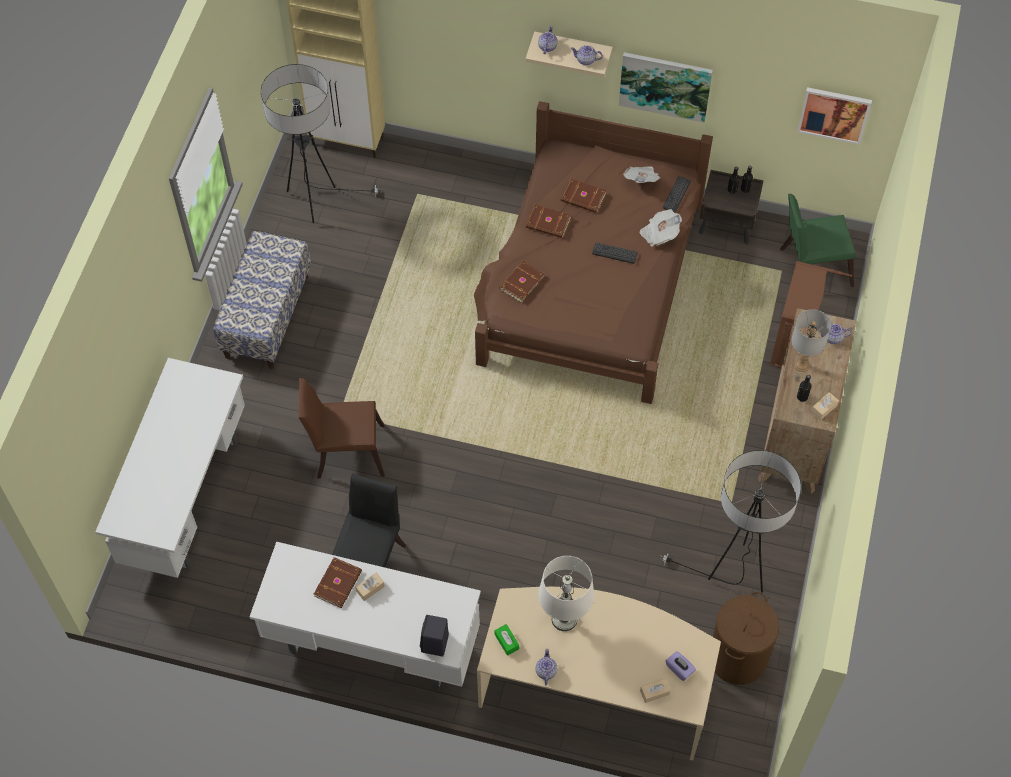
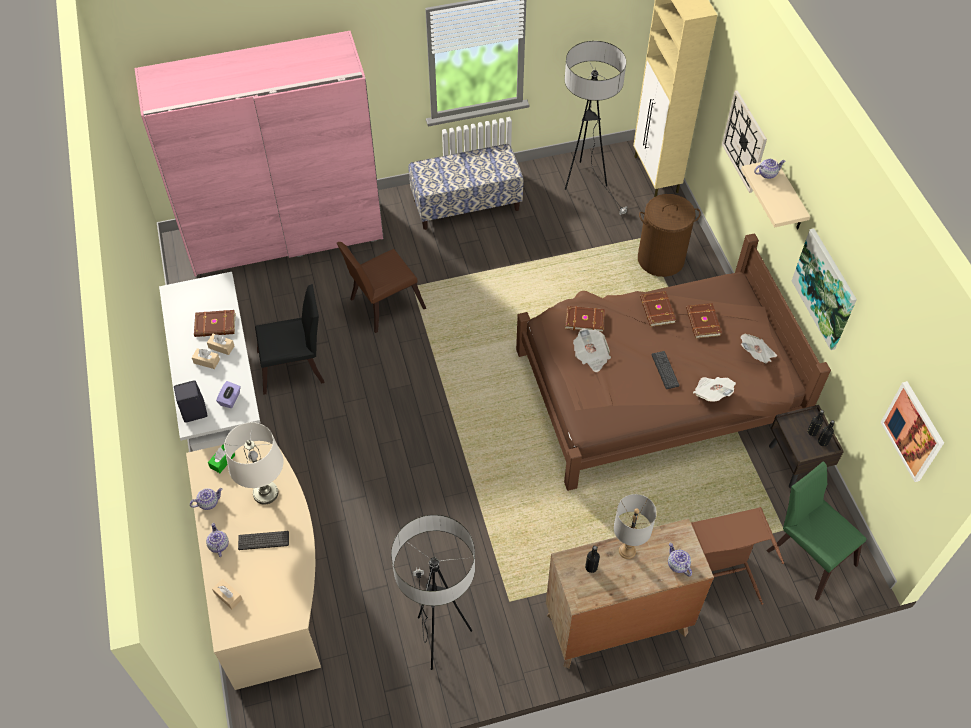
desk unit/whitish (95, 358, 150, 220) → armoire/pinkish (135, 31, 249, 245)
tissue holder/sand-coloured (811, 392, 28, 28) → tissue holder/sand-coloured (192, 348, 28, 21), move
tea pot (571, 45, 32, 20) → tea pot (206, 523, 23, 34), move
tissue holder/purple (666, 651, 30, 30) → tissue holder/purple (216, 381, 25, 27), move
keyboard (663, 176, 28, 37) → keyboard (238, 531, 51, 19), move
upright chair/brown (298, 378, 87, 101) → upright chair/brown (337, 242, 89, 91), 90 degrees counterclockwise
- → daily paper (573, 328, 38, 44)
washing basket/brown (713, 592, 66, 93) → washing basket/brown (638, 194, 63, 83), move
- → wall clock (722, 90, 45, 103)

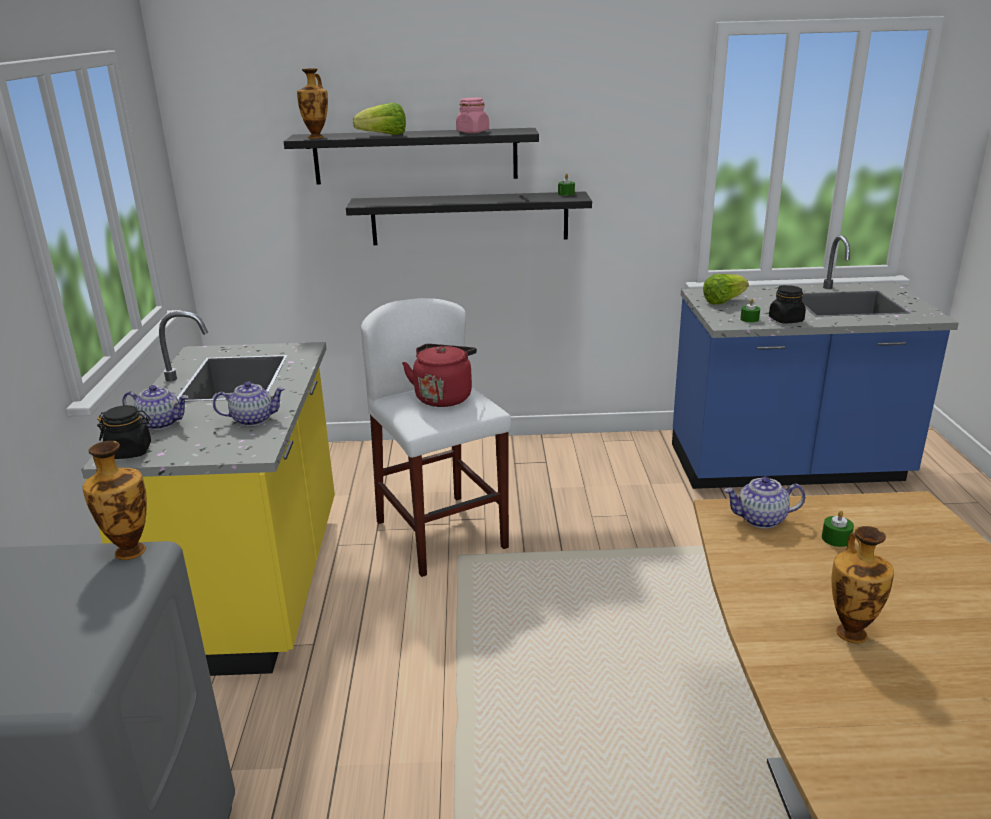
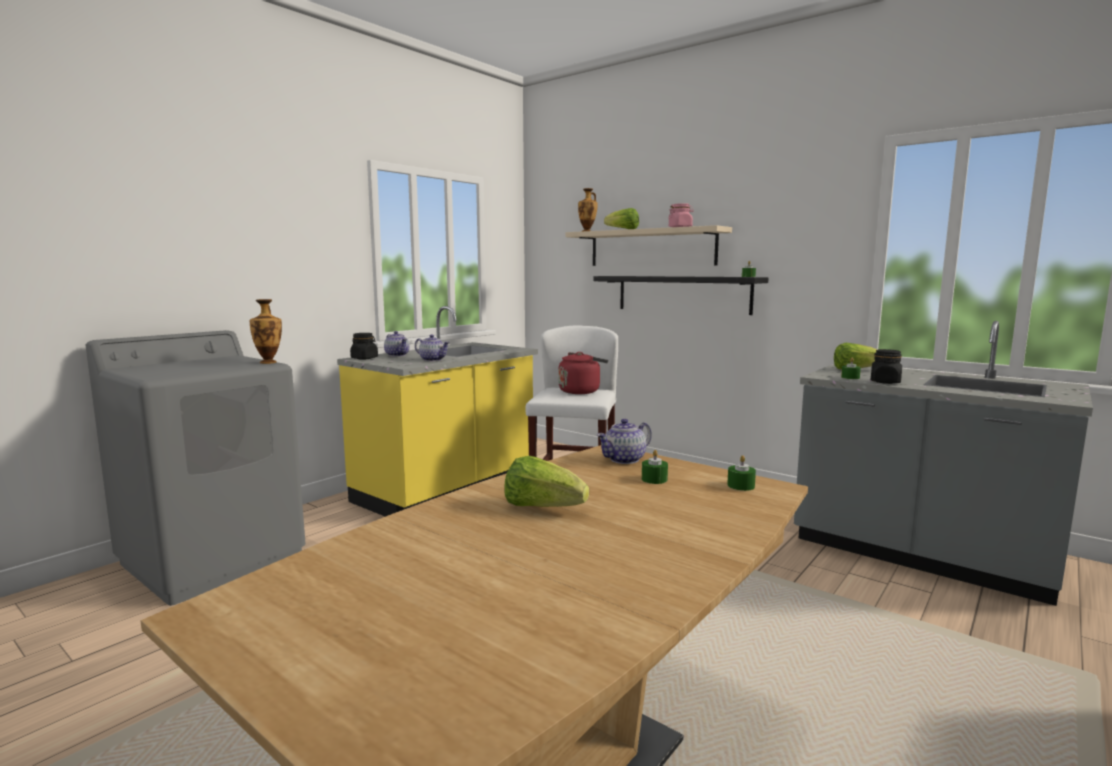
vase (831, 526, 63, 118) → head of lettuce (504, 456, 85, 51)
shelf/black-coloured (284, 128, 255, 57) → shelf/sand-coloured (565, 225, 167, 41)
tea pot (724, 477, 81, 52) → tea pot (596, 419, 56, 45), 75 degrees counterclockwise
- → wax candle/greenish (727, 455, 29, 36)
counter/bluish (672, 235, 287, 254) → counter/greyish (794, 321, 299, 285)

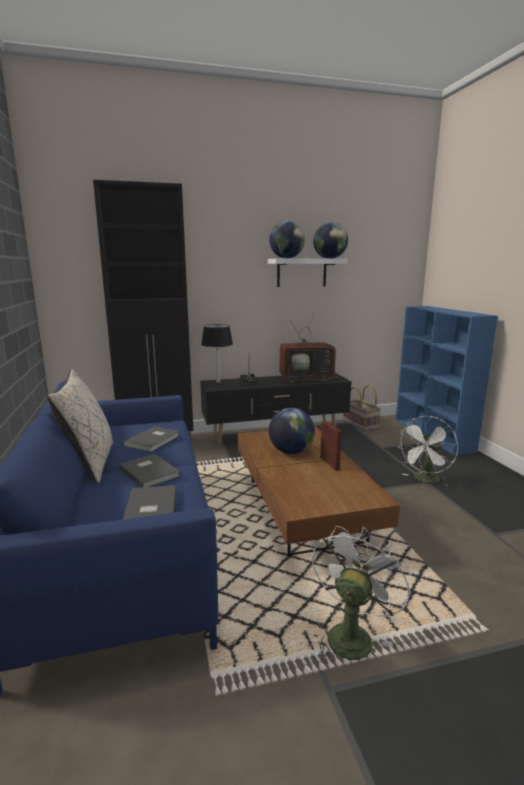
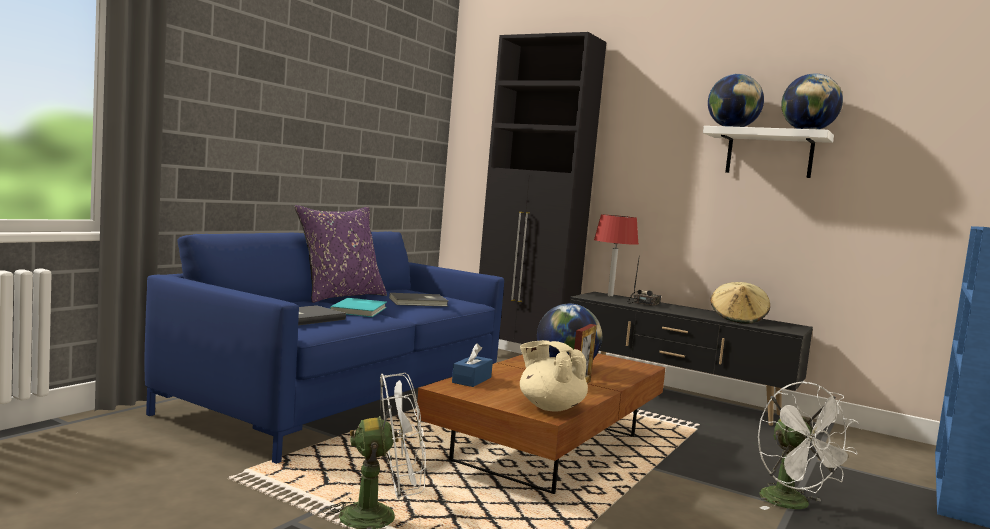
pillow/sand-coloured (47, 369, 66, 115) → pillow/purple (295, 205, 92, 98)
volume/greyish (119, 454, 61, 34) → volume/turquoise (329, 298, 58, 19)
- → tissue holder/bluish (452, 343, 41, 44)
- → tea pot/sand-coloured (520, 340, 68, 72)
lamp for a table/black-coloured (201, 324, 32, 59) → lamp for a table/red (594, 214, 45, 83)
television (279, 312, 60, 71) → wearable hat/sand-coloured (710, 282, 60, 42)
fan/whitish (397, 416, 61, 70) → fan/whitish (758, 381, 100, 129), 105 degrees counterclockwise
basket (343, 384, 38, 47) → -

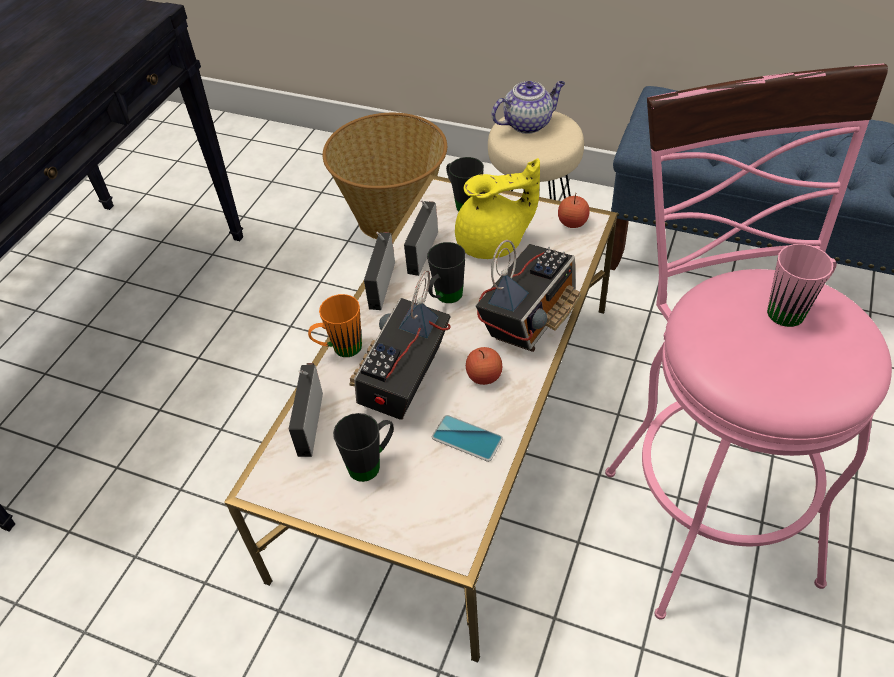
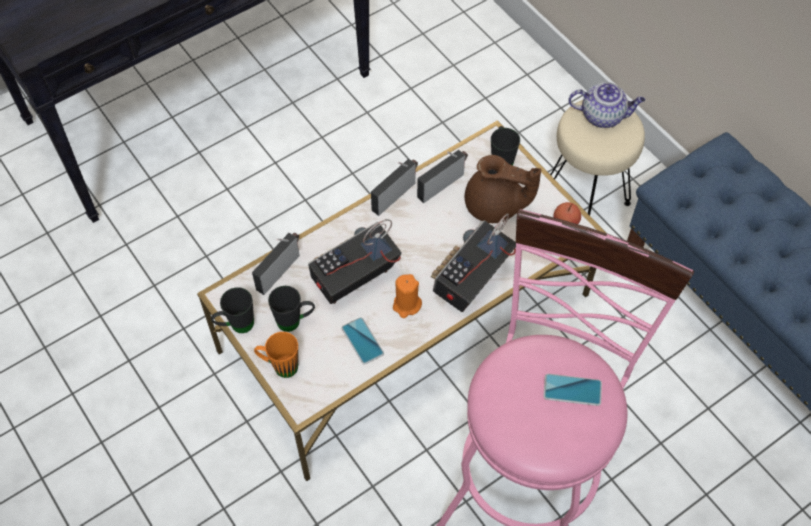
coffee mug/black-coloured (427, 242, 39, 61) → coffee mug/black-coloured (211, 287, 43, 46), move
coffee mug/orange-coloured (308, 294, 54, 63) → coffee mug/orange-coloured (254, 332, 44, 46), move
apple (466, 347, 36, 38) → wax candle/orange-coloured (393, 274, 29, 44)
radio set (476, 240, 105, 112) → radio set (431, 214, 85, 98), 150 degrees clockwise
tea pot/yellowish (455, 158, 85, 101) → tea pot/brown (465, 155, 76, 68)
coffee mug/pinkish (767, 244, 70, 83) → phone (543, 374, 59, 32)
basket (323, 113, 124, 126) → -

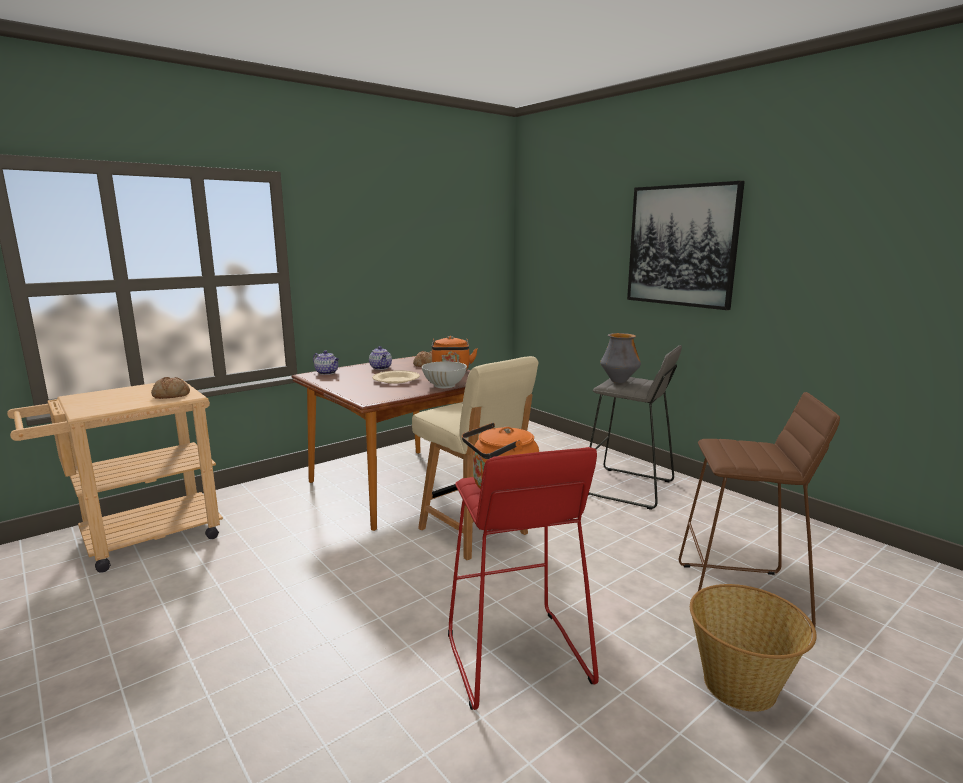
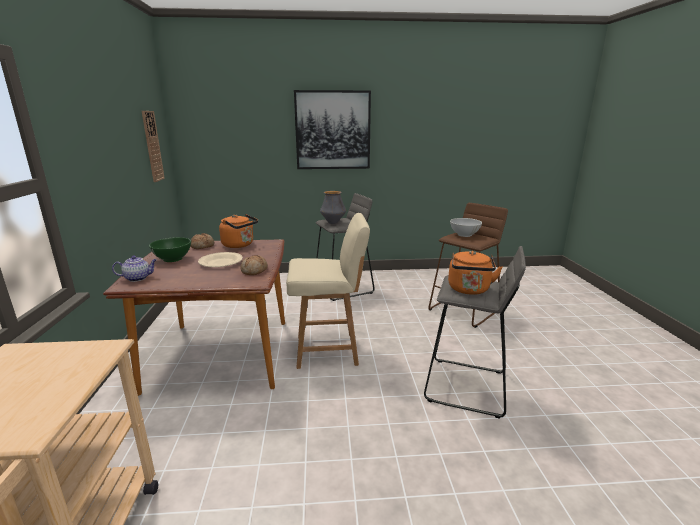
- → wall clock (142, 111, 23, 71)
tea pot (369, 346, 23, 24) → serving bowl/greenish (149, 237, 42, 25)
bread (151, 377, 39, 22) → bread (241, 255, 27, 20), move
sitting stool/red (448, 447, 151, 263) → sitting stool/greyish (424, 246, 102, 173)
serving bowl/whitish (422, 361, 45, 27) → serving bowl/whitish (450, 218, 32, 19), move
basket (690, 584, 127, 128) → -

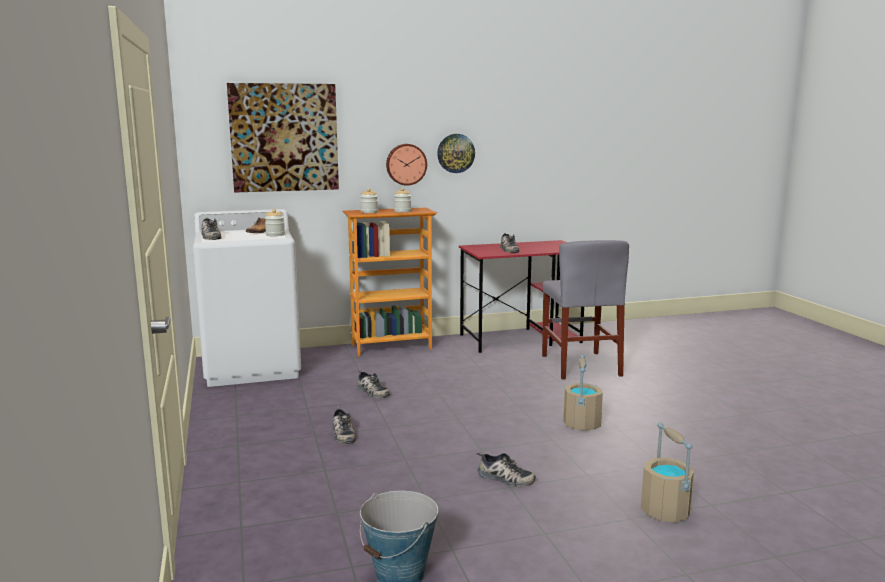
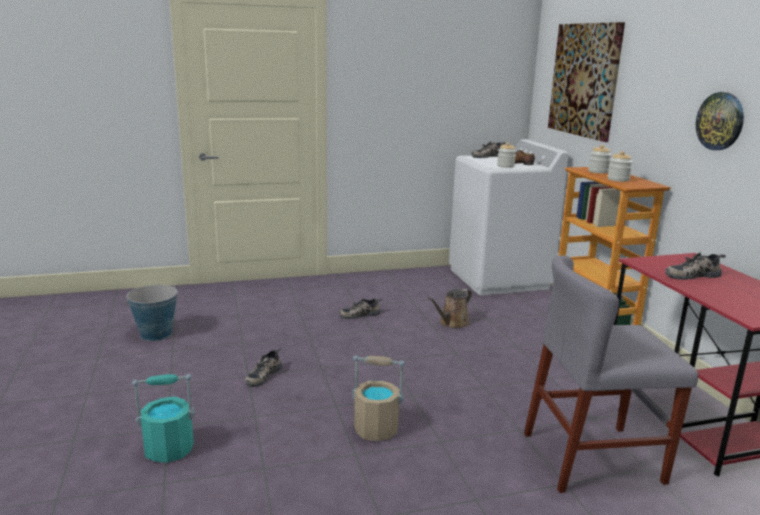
water bucket/sand-coloured (641, 422, 53, 100) → water bucket/turquoise (132, 374, 63, 89)
low shoe (357, 370, 33, 28) → watering can/brown (428, 289, 44, 39)
wall clock (386, 144, 41, 42) → -

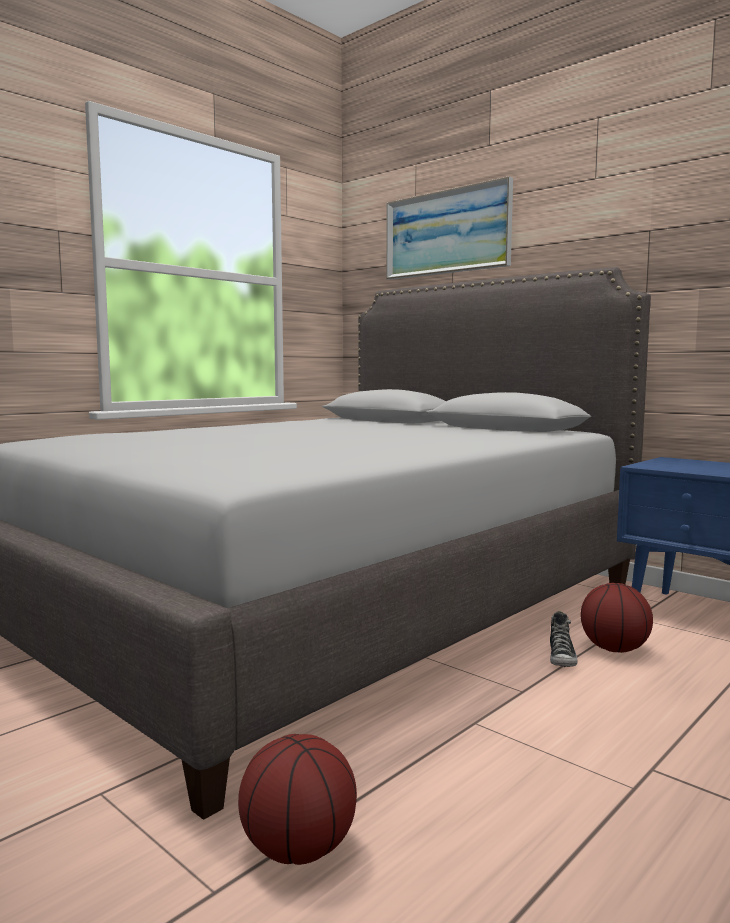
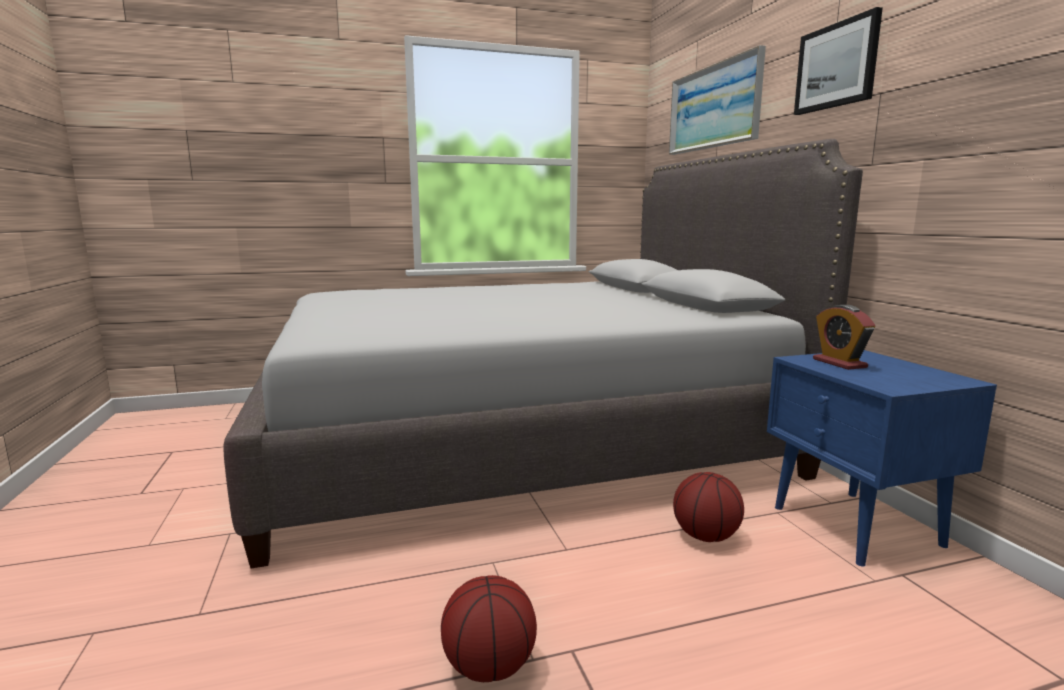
basketball ball (238, 734, 119, 131) → basketball ball (441, 575, 96, 107), move
- → wall art (794, 7, 89, 108)
- → alarm clock (813, 305, 62, 65)
low shoe (550, 611, 28, 56) → -

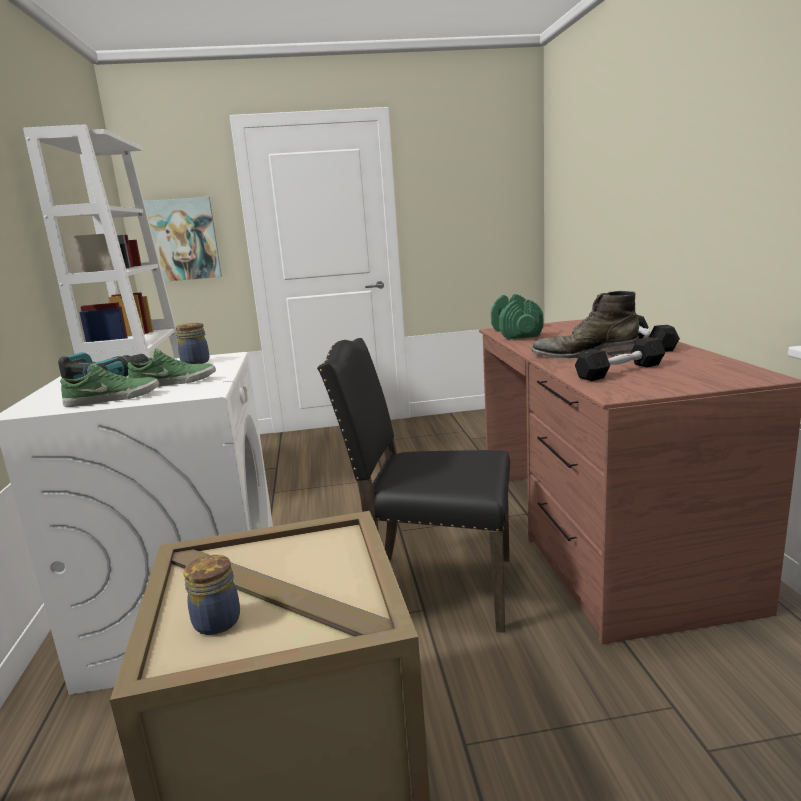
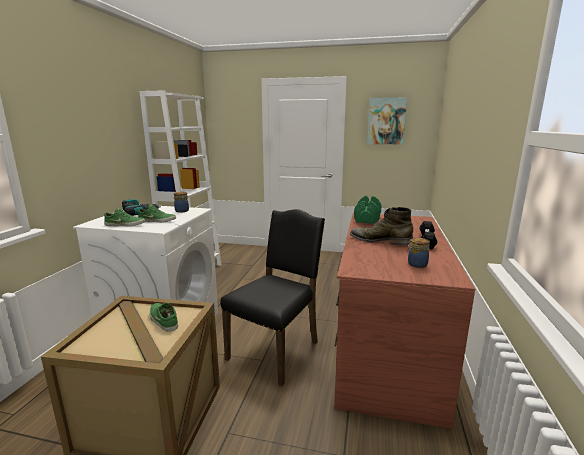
- → low shoe/greenish (149, 303, 29, 29)
upright chair/black-coloured (317, 338, 193, 295) → upright chair/black-coloured (220, 209, 105, 177), 90 degrees clockwise
wall art (144, 197, 78, 85) → wall art (367, 97, 40, 47), move
preserve jar (184, 555, 56, 80) → preserve jar (407, 238, 23, 30), move
hand weight/black-coloured (575, 337, 90, 44) → -

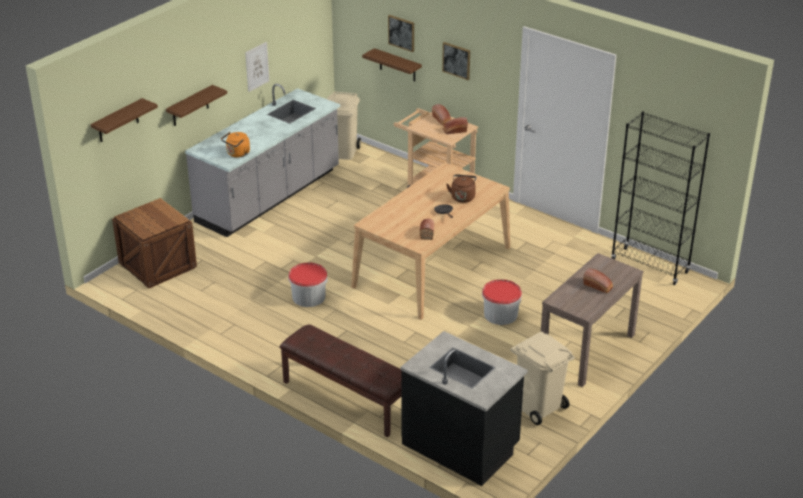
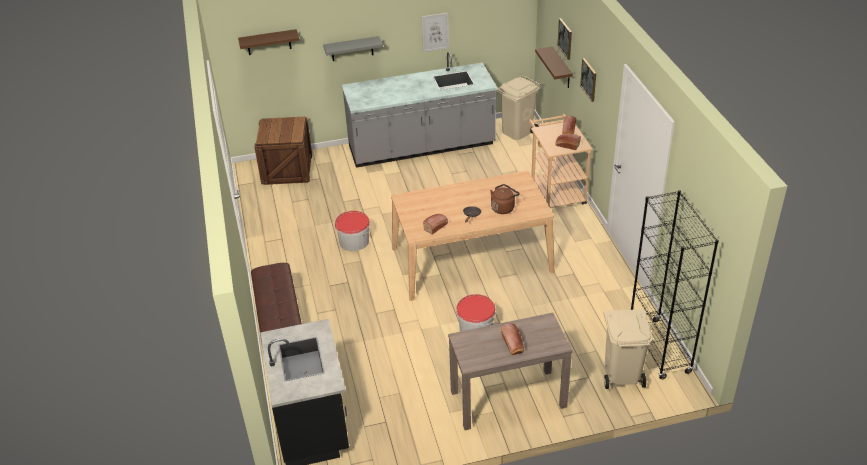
shelf/brown (166, 85, 61, 41) → shelf/greyish (323, 36, 60, 25)
trash can/sand-coloured (510, 331, 65, 94) → trash can/sand-coloured (604, 309, 49, 80), move
tea kettle/orange-coloured (221, 132, 29, 25) → -

